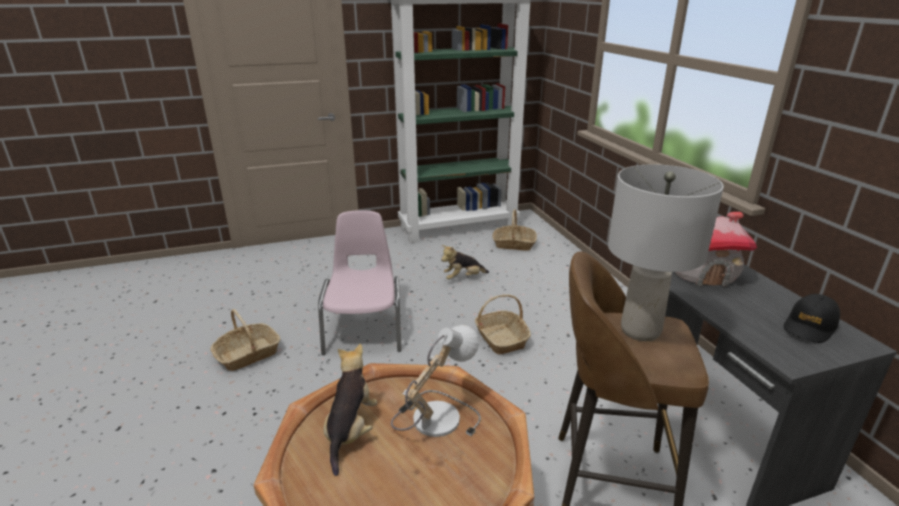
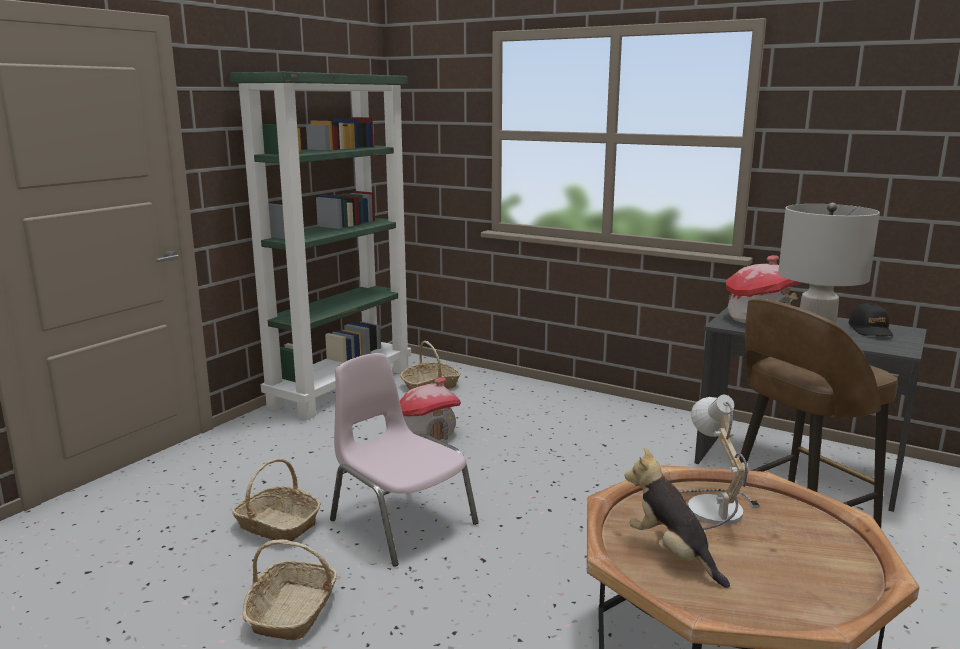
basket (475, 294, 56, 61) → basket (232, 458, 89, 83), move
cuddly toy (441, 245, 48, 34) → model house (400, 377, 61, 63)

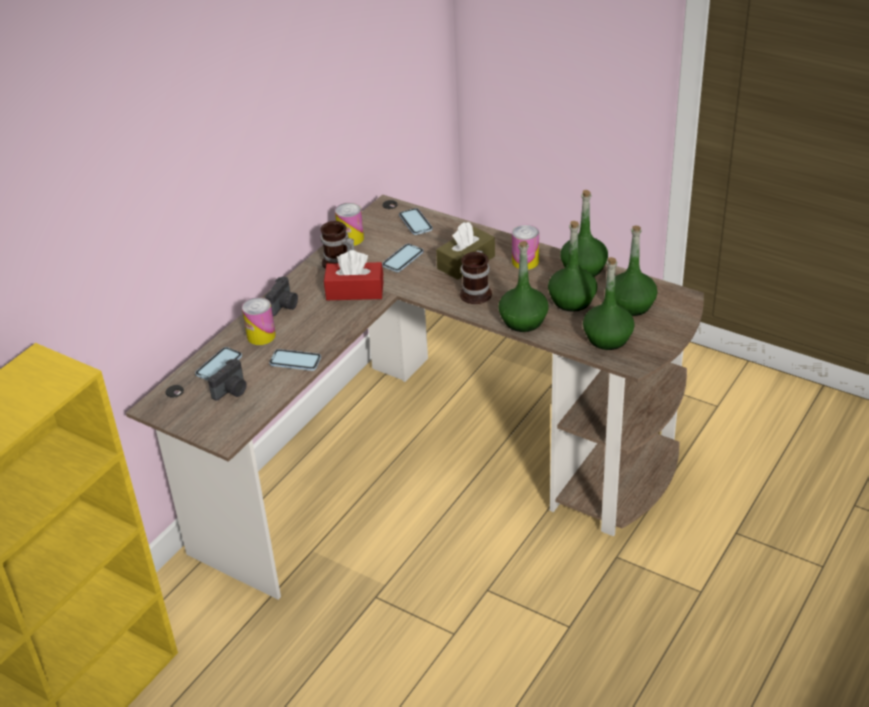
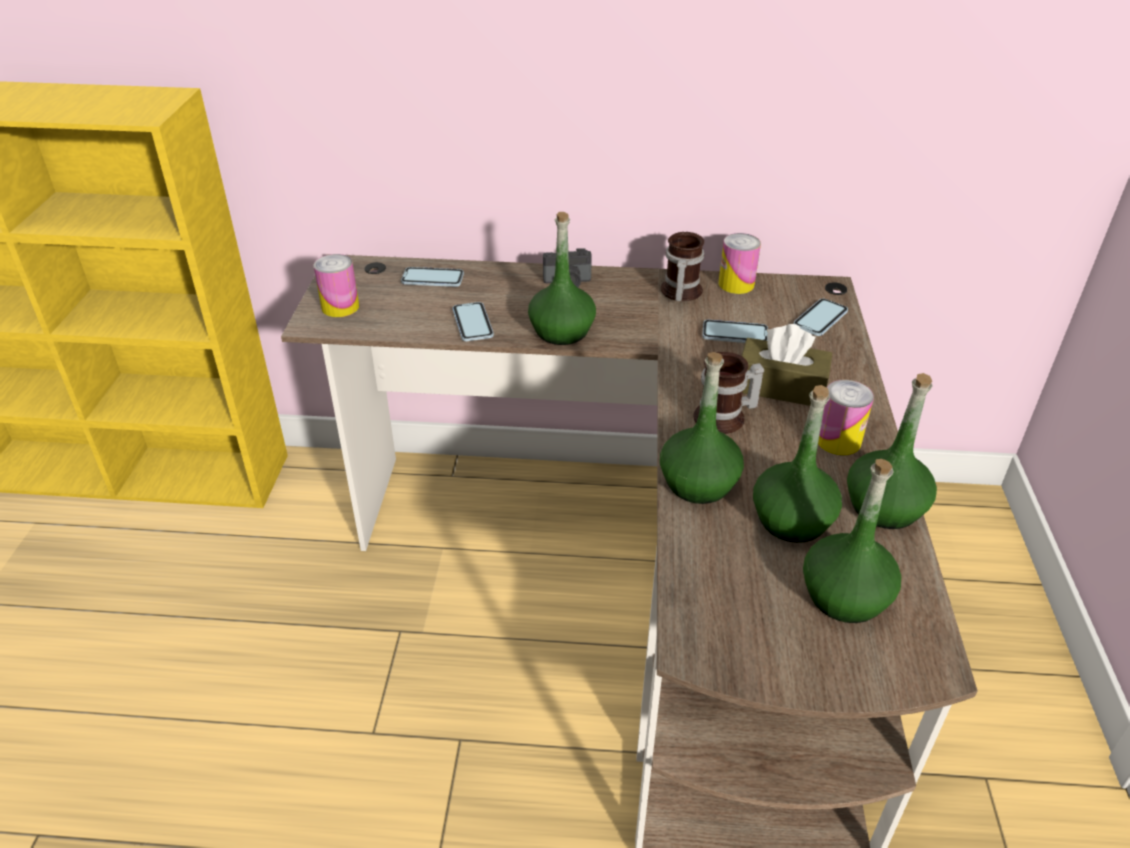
can (242, 297, 34, 48) → can (313, 254, 46, 63), move
drink bottle/greenish (583, 257, 52, 93) → drink bottle/greenish (528, 212, 68, 133), move
still camera (208, 359, 39, 42) → -
tissue holder/red (324, 250, 59, 50) → -

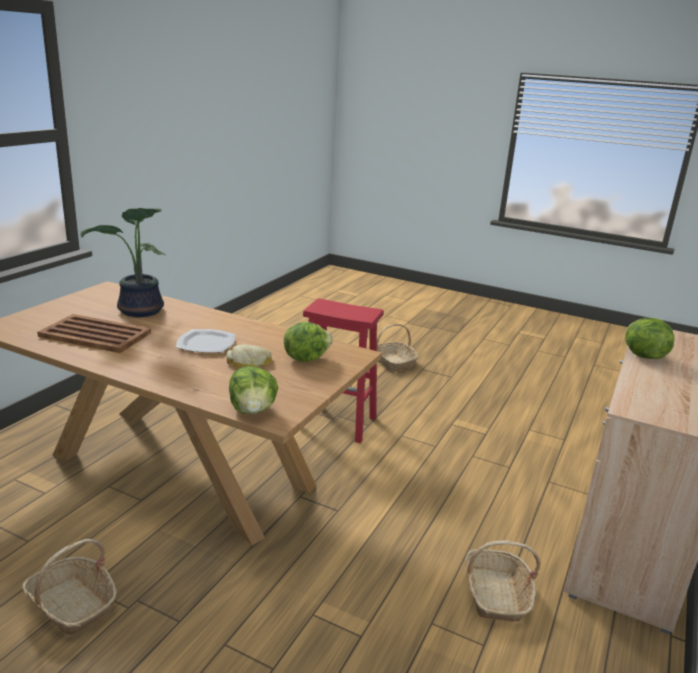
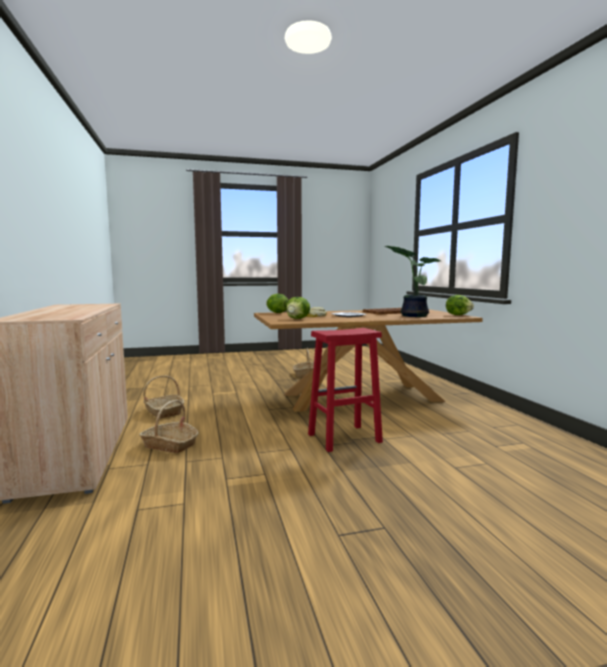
basket (377, 324, 41, 48) → basket (139, 400, 60, 53), move
head of lettuce (625, 318, 50, 41) → head of lettuce (446, 295, 28, 20), move

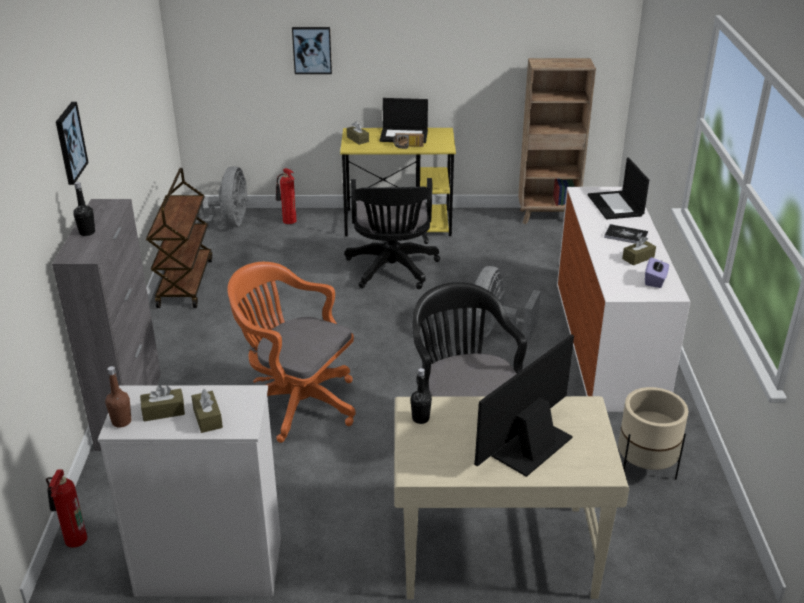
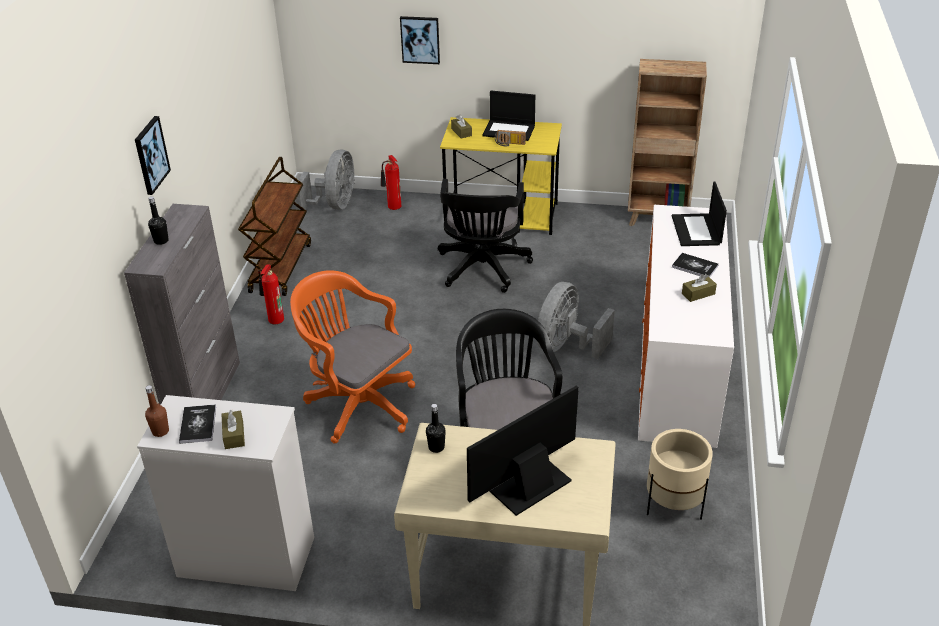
tissue holder/brown (140, 385, 45, 36) → volume (179, 404, 37, 40)
fire extinguisher (46, 469, 41, 79) → fire extinguisher (258, 264, 26, 60), move
tissue holder/purple (645, 257, 24, 31) → -

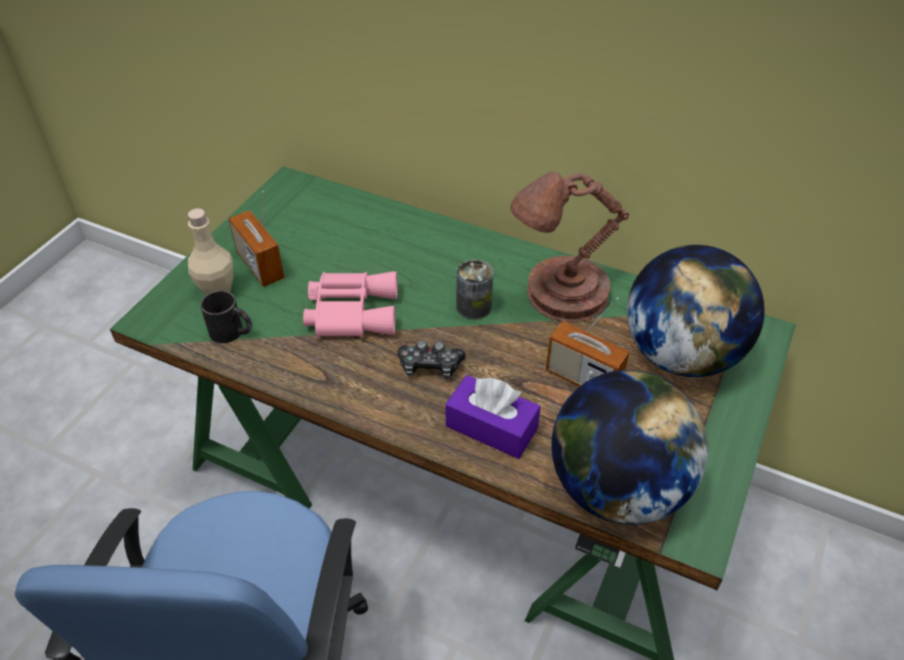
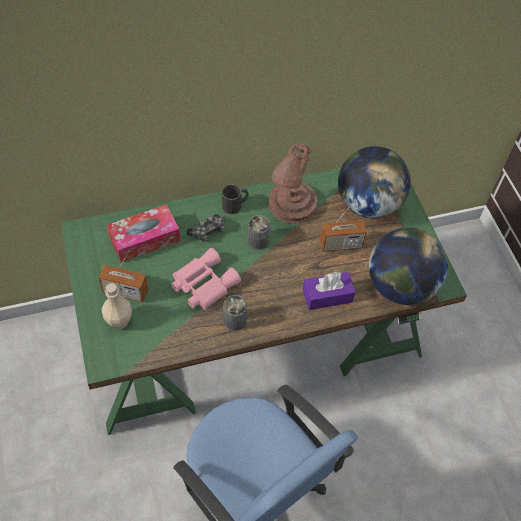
- → tissue holder (107, 204, 73, 59)
gamepad (398, 341, 68, 38) → gamepad (187, 214, 38, 28), move
coffee mug/black-coloured (200, 290, 52, 53) → coffee mug/black-coloured (222, 184, 27, 30), move
- → can (223, 295, 24, 36)

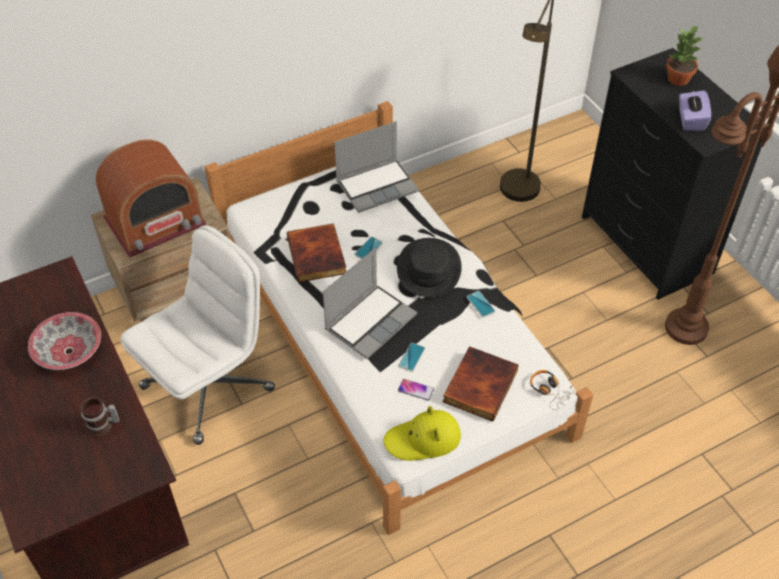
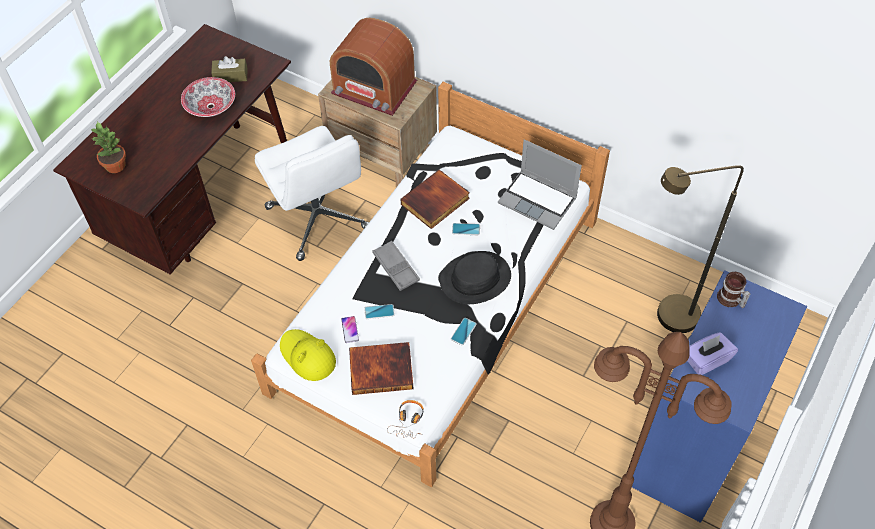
houseplant (666, 25, 37, 61) → houseplant (90, 121, 36, 52), move
- → tissue holder/brown (211, 56, 37, 26)
desk chair/whitish (121, 226, 154, 219) → desk chair/whitish (255, 126, 114, 135), 45 degrees clockwise
portable computer (323, 248, 94, 111) → carrying tray/greyish (372, 241, 48, 50)
dresser/black-coloured (582, 48, 181, 252) → dresser/bluish (632, 270, 175, 253)
coffee mug (80, 396, 40, 41) → coffee mug (717, 272, 34, 36), move

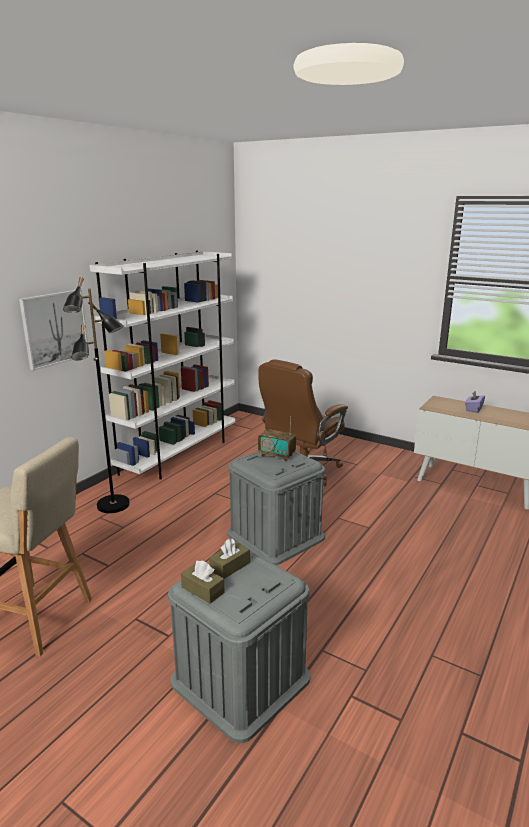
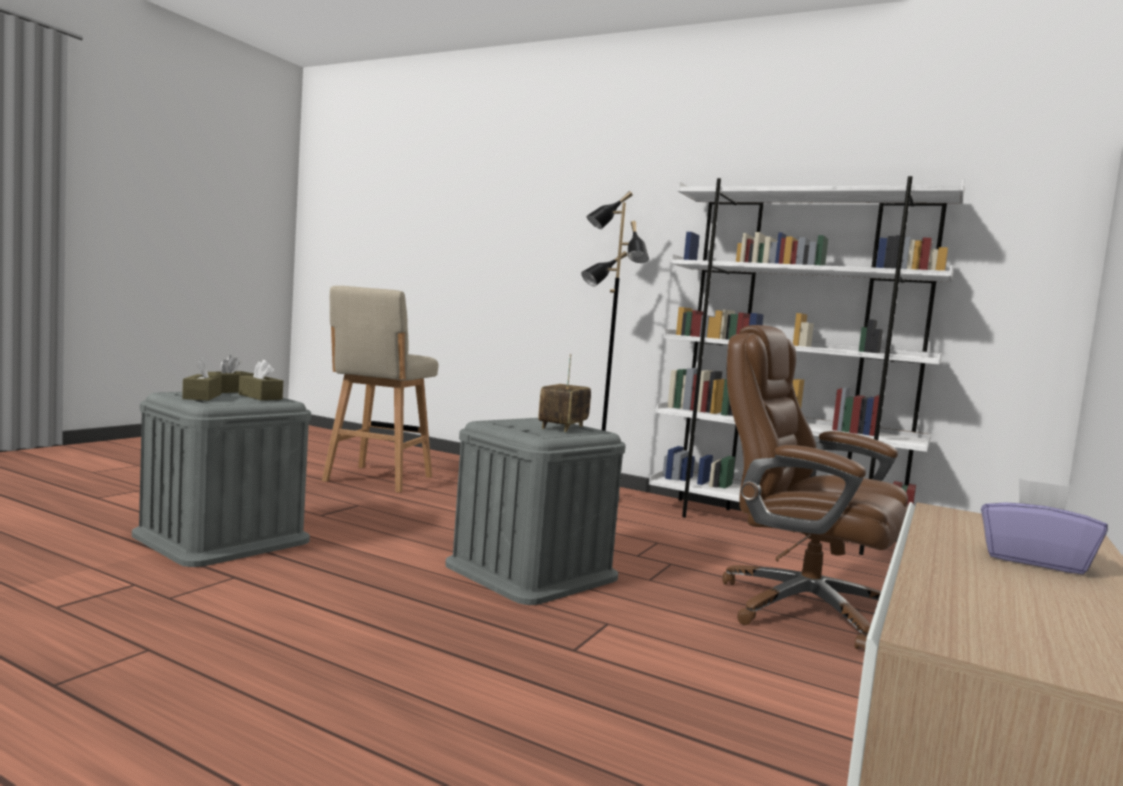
- → tissue holder/brown (182, 358, 40, 43)
wall art (19, 290, 69, 81) → -

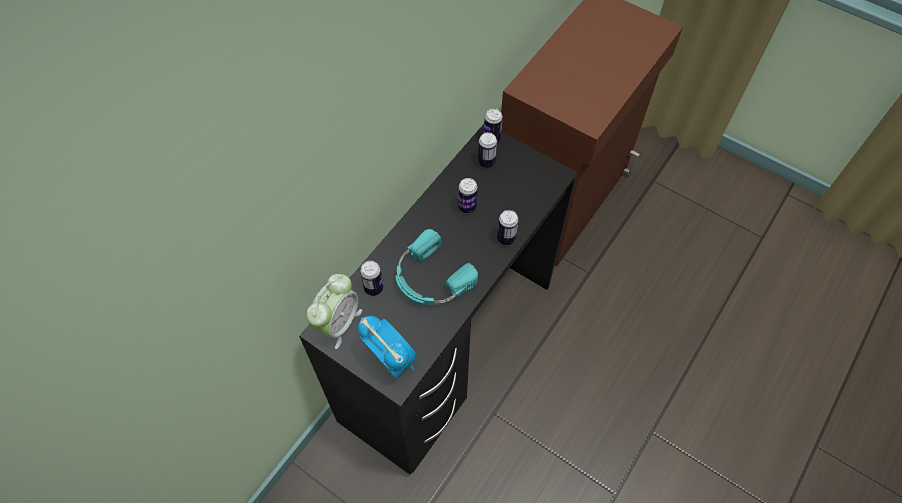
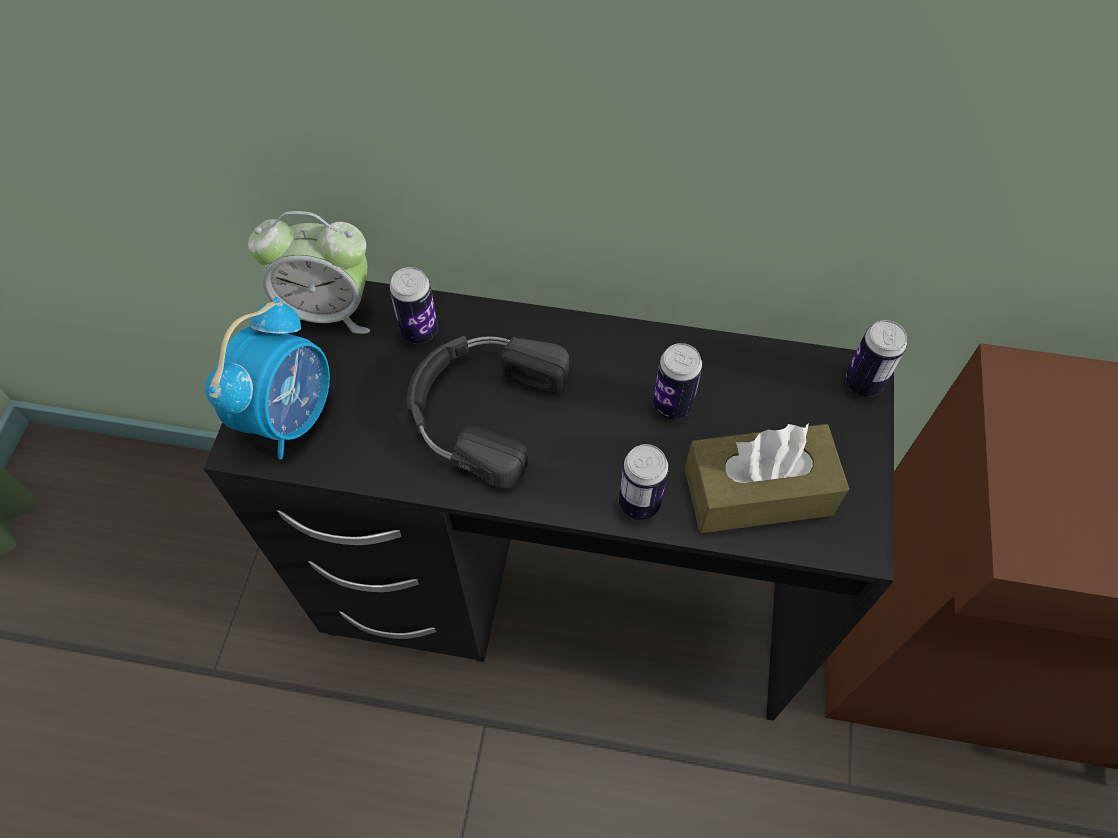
pair of headphones/turquoise (395, 229, 83, 77) → pair of headphones/black-coloured (407, 336, 162, 153)
- → tissue holder/brown (685, 423, 164, 110)
can (478, 132, 19, 36) → -

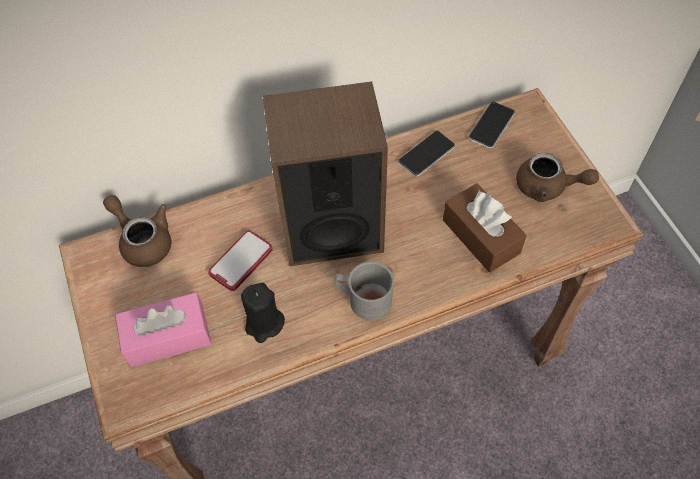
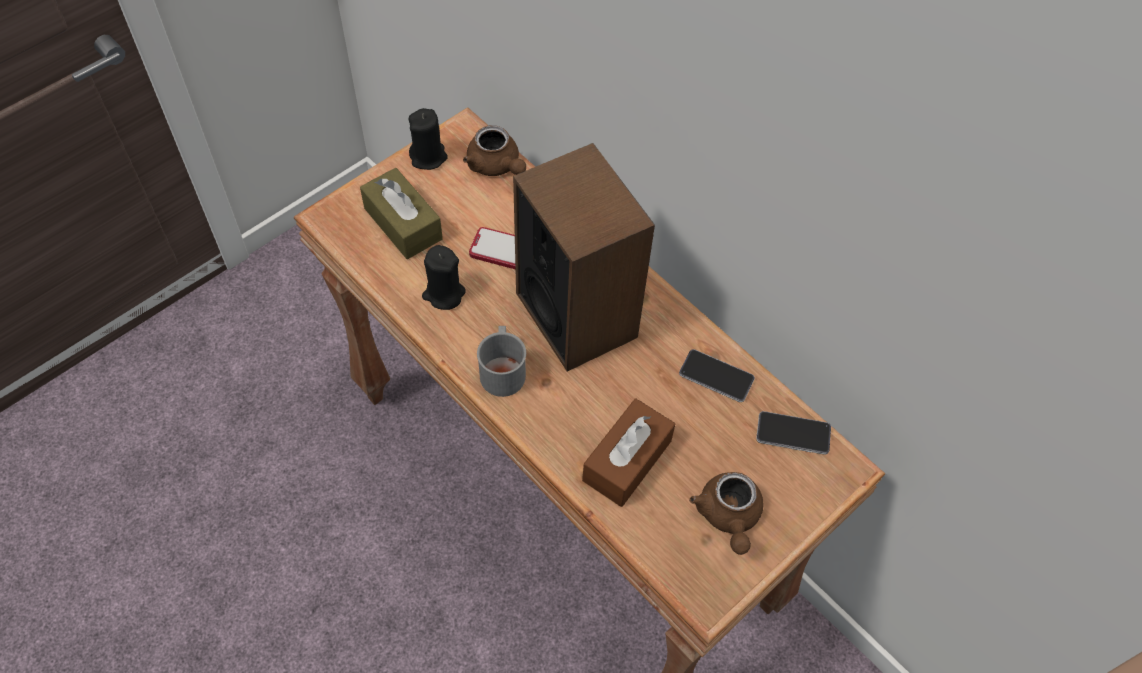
tissue holder/pinkish (115, 293, 96, 74) → tissue holder/brown (360, 168, 83, 91)
- → wax candle/black-coloured (409, 108, 39, 62)
tea pot/brown (103, 195, 68, 72) → tea pot/brown (463, 125, 63, 51), 120 degrees clockwise

